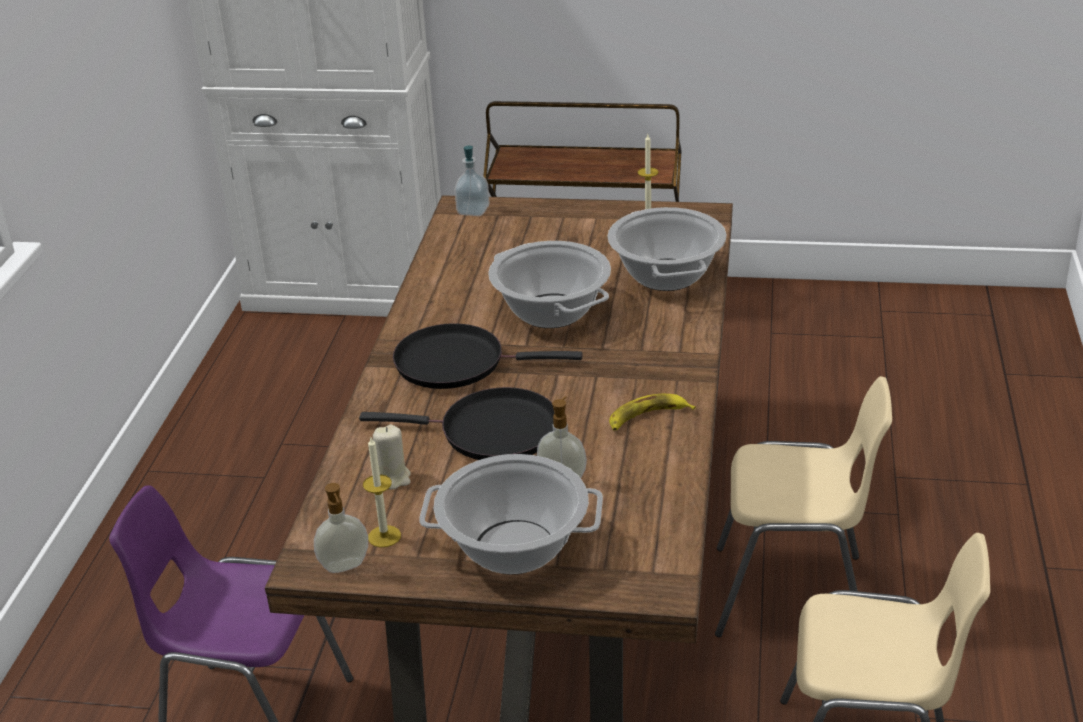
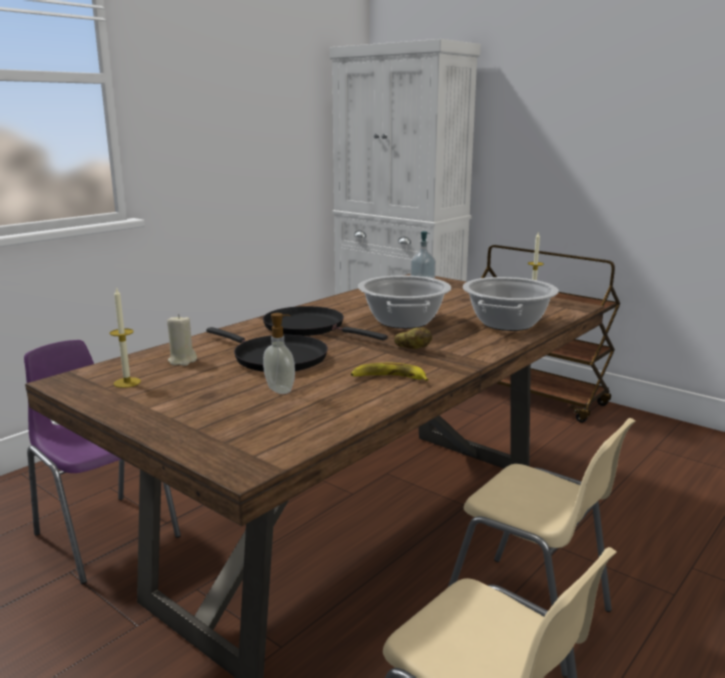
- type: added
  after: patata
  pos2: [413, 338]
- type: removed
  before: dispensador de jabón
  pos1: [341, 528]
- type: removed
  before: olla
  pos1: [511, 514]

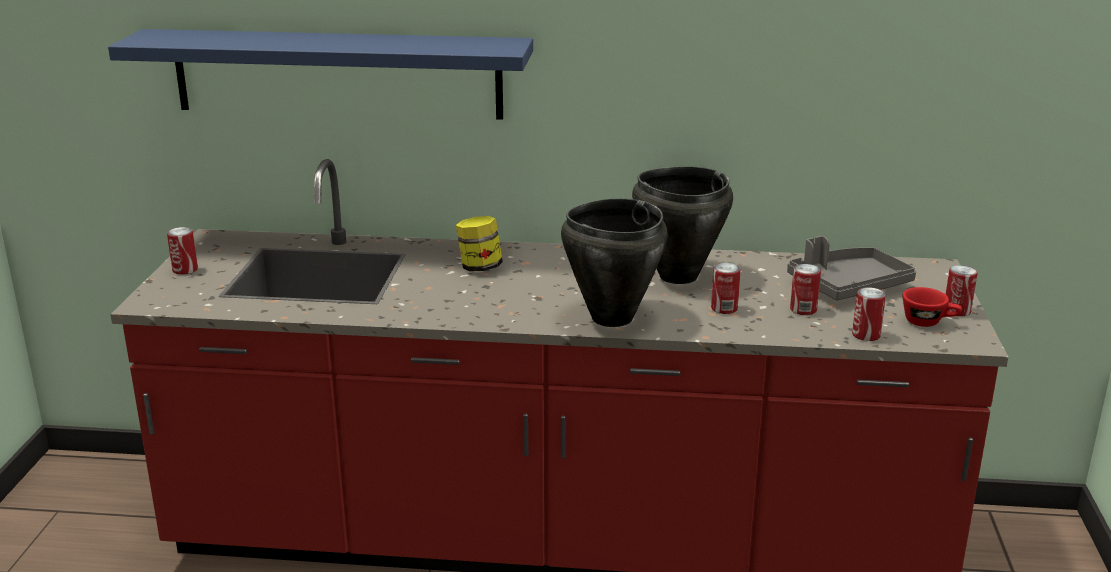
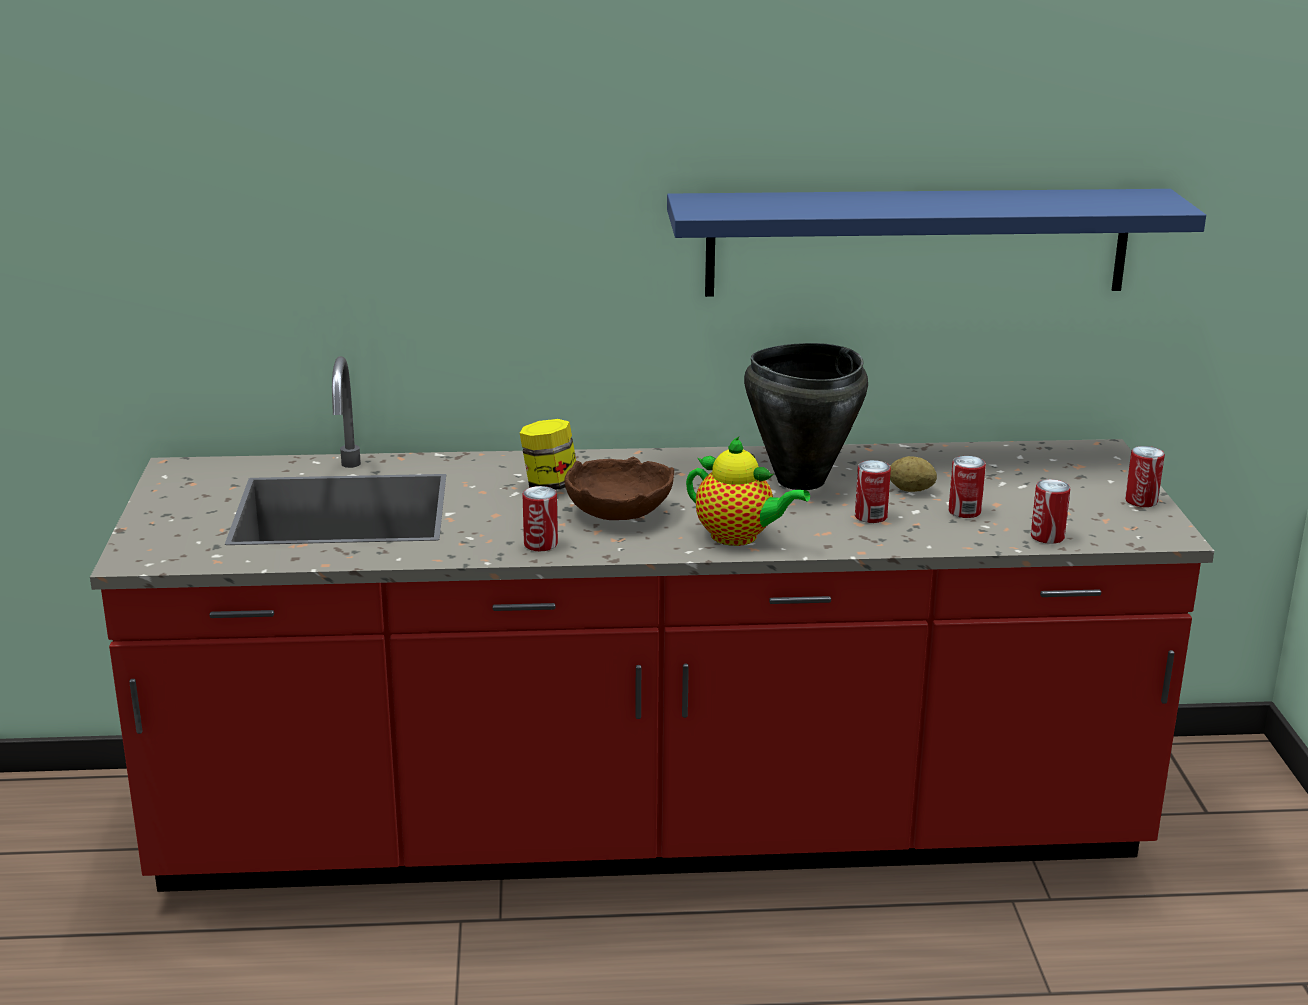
- type: moved
  before: lata
  pos1: [182, 251]
  pos2: [540, 518]
- type: added
  after: cuenco [marrón]
  pos2: [619, 488]
- type: moved
  before: estante [azul]
  pos1: [320, 74]
  pos2: [936, 243]
- type: replaced
  before: olla [negro]
  after: tetera
  pos1: [614, 262]
  pos2: [748, 491]
- type: added
  after: patata
  pos2: [913, 474]
- type: removed
  before: bandeja [gris]
  pos1: [851, 268]
- type: removed
  before: taza [rojo]
  pos1: [932, 307]

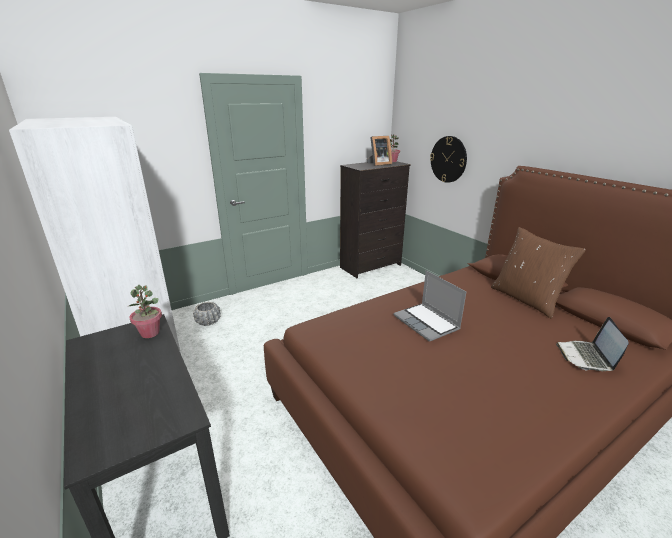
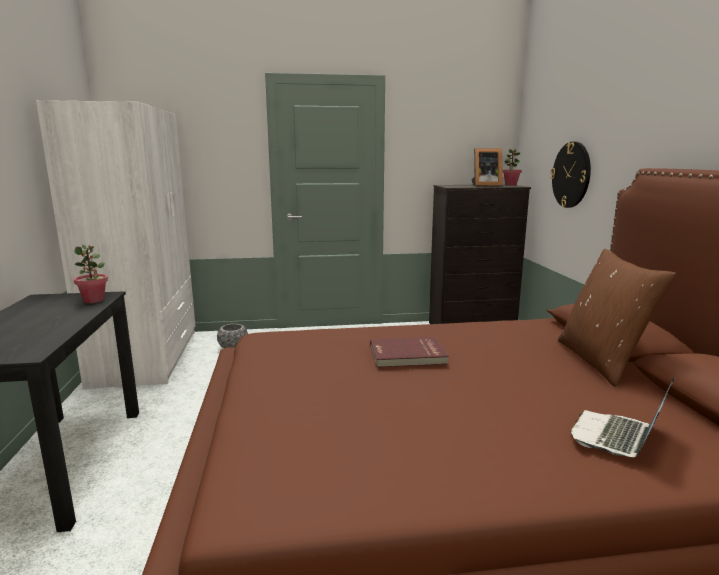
- type: replaced
  before: portátil
  after: libro [rojo]
  pos1: [429, 306]
  pos2: [409, 352]

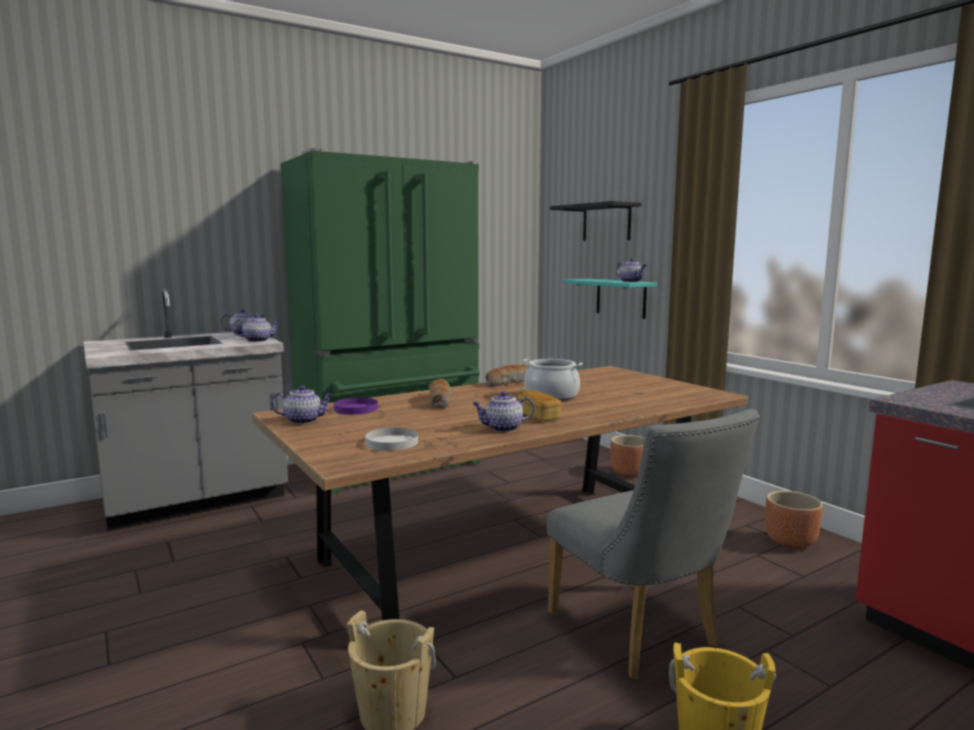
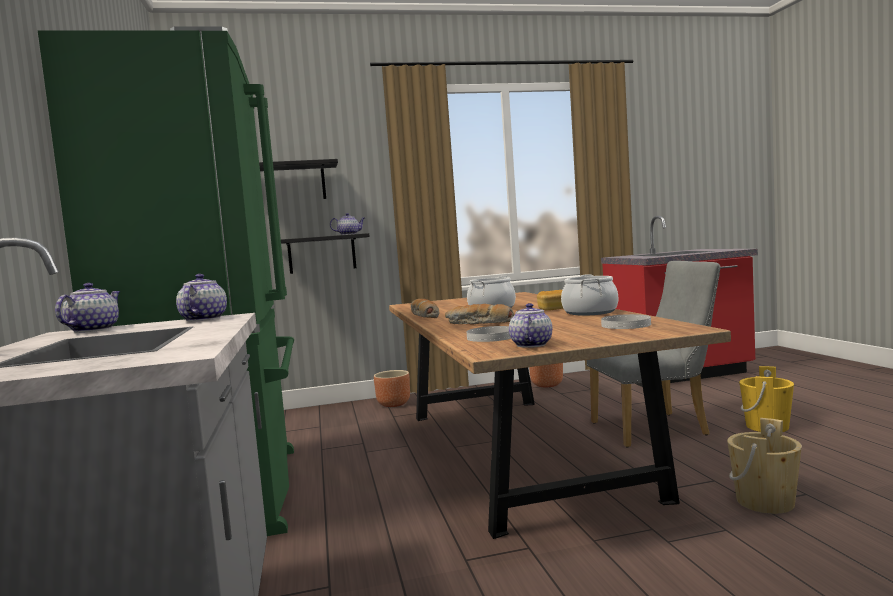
- type: recoloured
  before: estante [turquesa]
  after: estante [negro]
  pos1: [610, 299]
  pos2: [325, 253]
- type: recoloured
  before: plato [morado]
  after: plato [blanco]
  pos1: [356, 406]
  pos2: [488, 334]
- type: replaced
  before: tetera
  after: olla
  pos1: [503, 411]
  pos2: [589, 295]

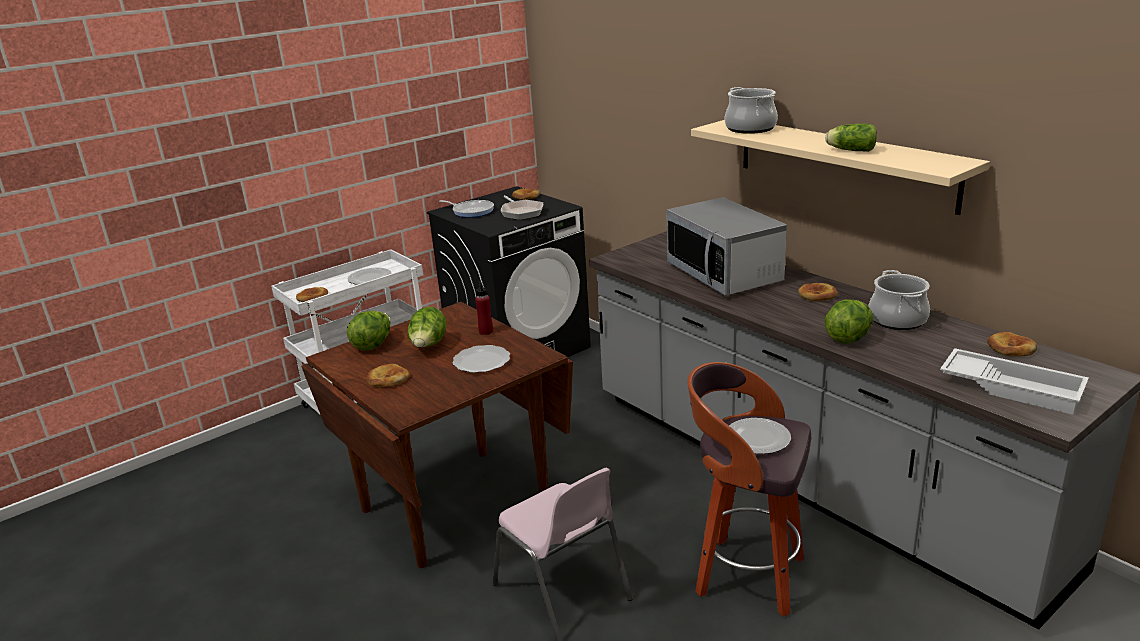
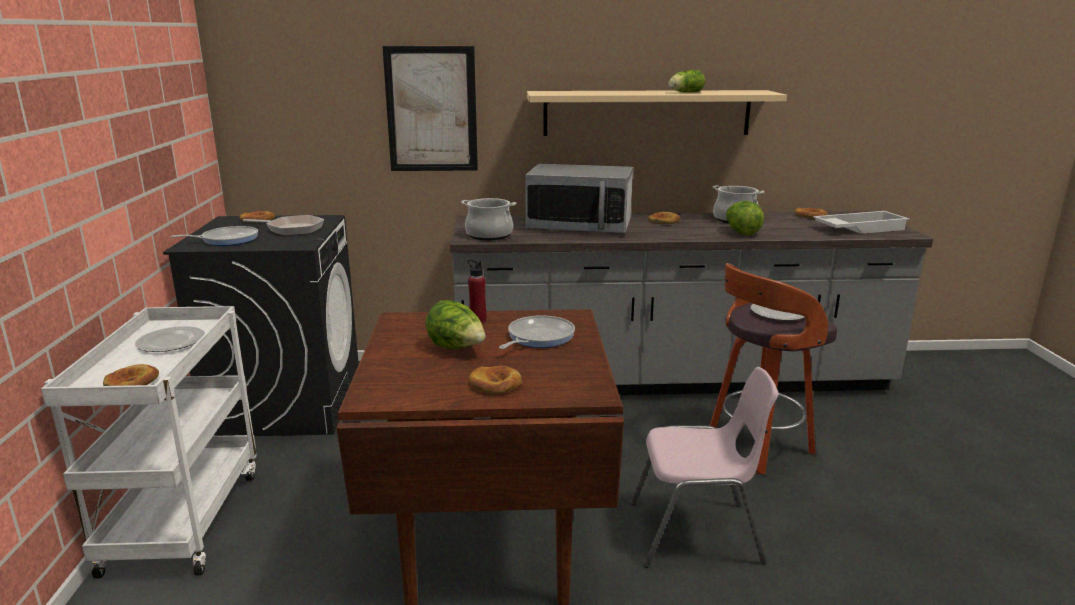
- type: added
  after: cuadro
  pos2: [430, 108]
- type: moved
  before: olla
  pos1: [751, 110]
  pos2: [488, 219]
- type: replaced
  before: plato
  after: sartén
  pos1: [481, 359]
  pos2: [537, 332]
- type: removed
  before: lechuga
  pos1: [368, 331]

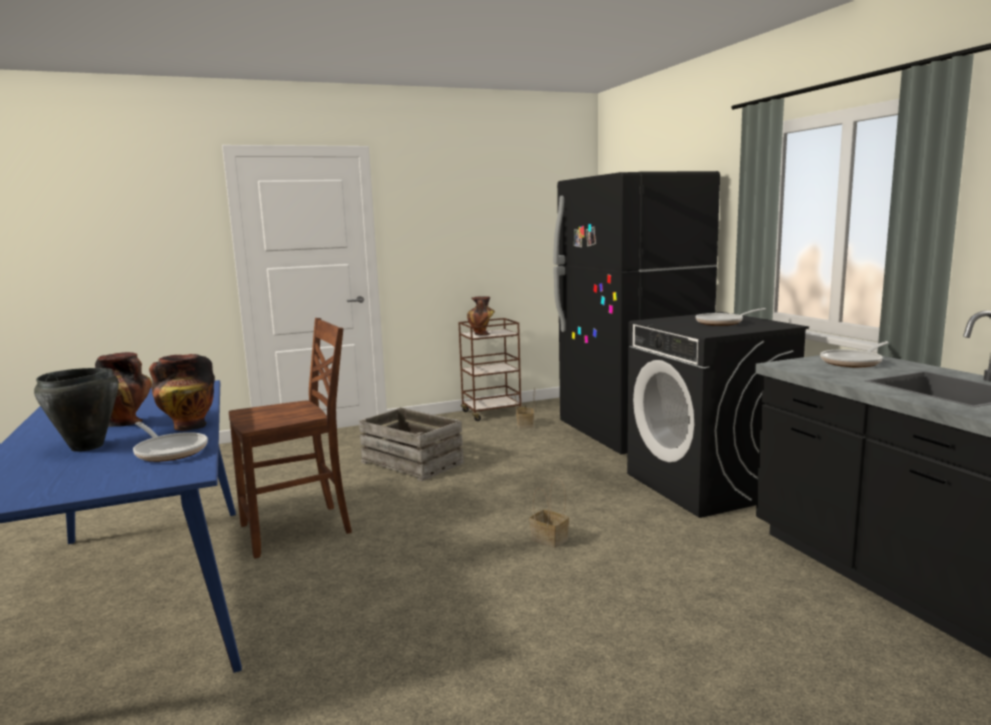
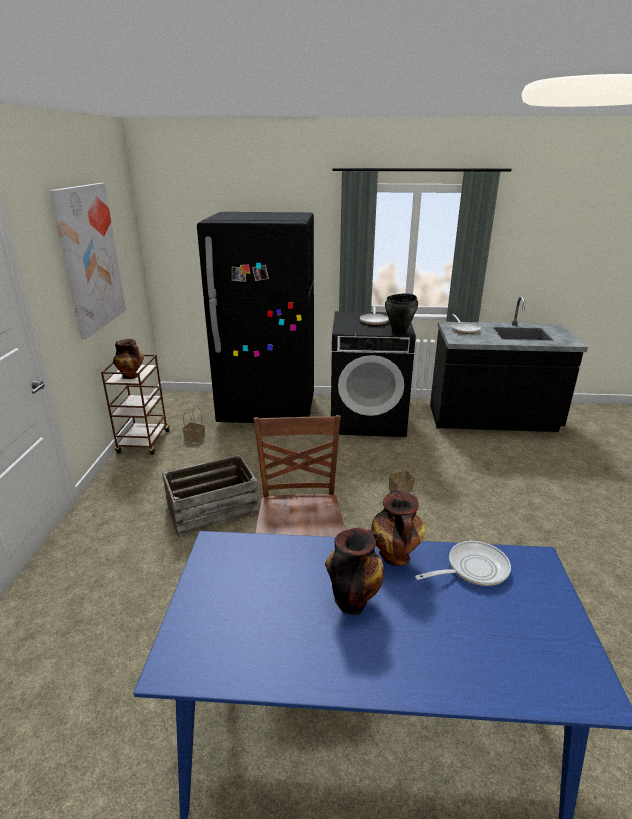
- type: added
  after: cuadro
  pos2: [87, 261]
- type: moved
  before: olla [negro]
  pos1: [76, 410]
  pos2: [401, 313]

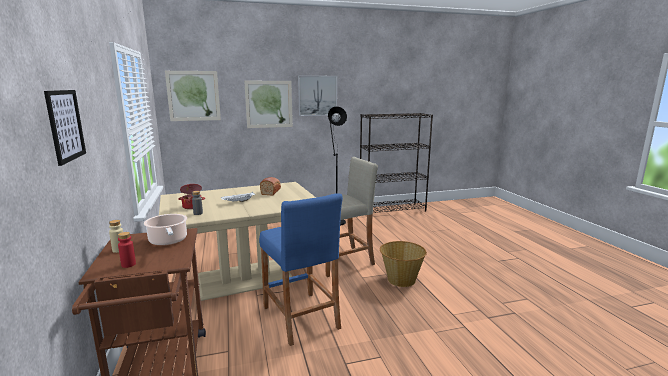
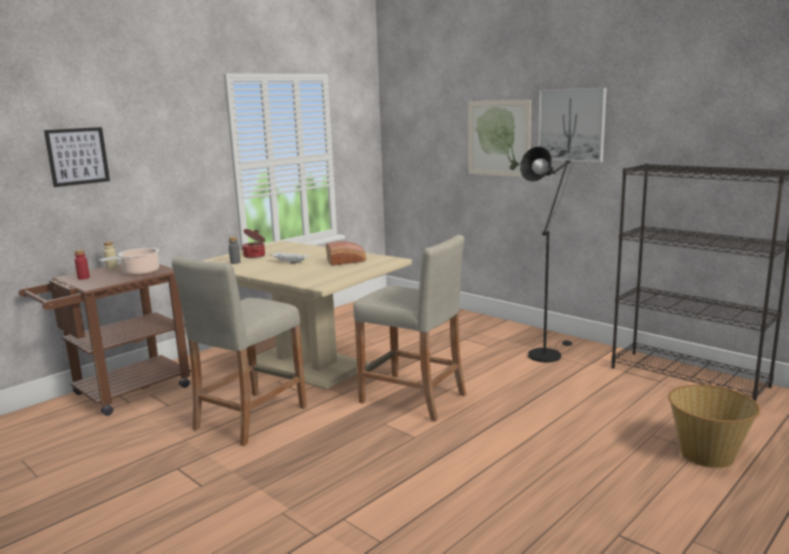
- type: recoloured
  before: taburete [azul]
  after: taburete [beis]
  pos1: [301, 269]
  pos2: [239, 351]
- type: moved
  before: cesta
  pos1: [403, 264]
  pos2: [714, 426]
- type: removed
  before: cuadro
  pos1: [193, 96]

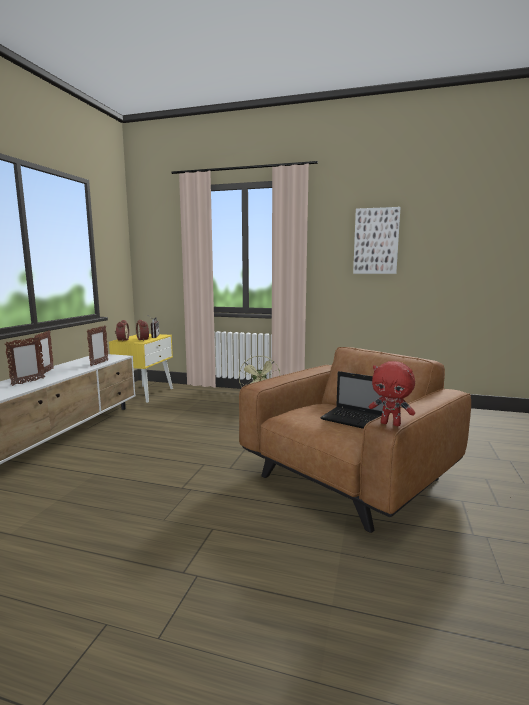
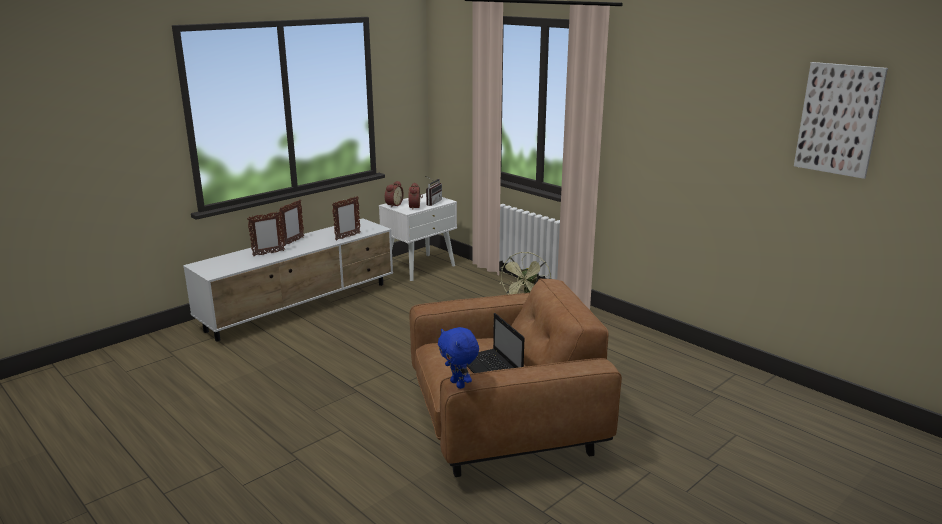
- type: recoloured
  before: mesita de noche [amarillo]
  after: mesita de noche [blanco]
  pos1: [141, 368]
  pos2: [418, 237]
- type: recoloured
  before: peluche [rojo]
  after: peluche [azul]
  pos1: [392, 393]
  pos2: [458, 358]
- type: moved
  before: cuadro
  pos1: [377, 240]
  pos2: [841, 120]

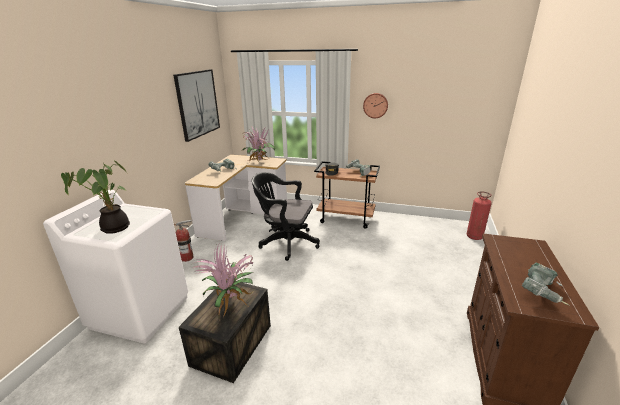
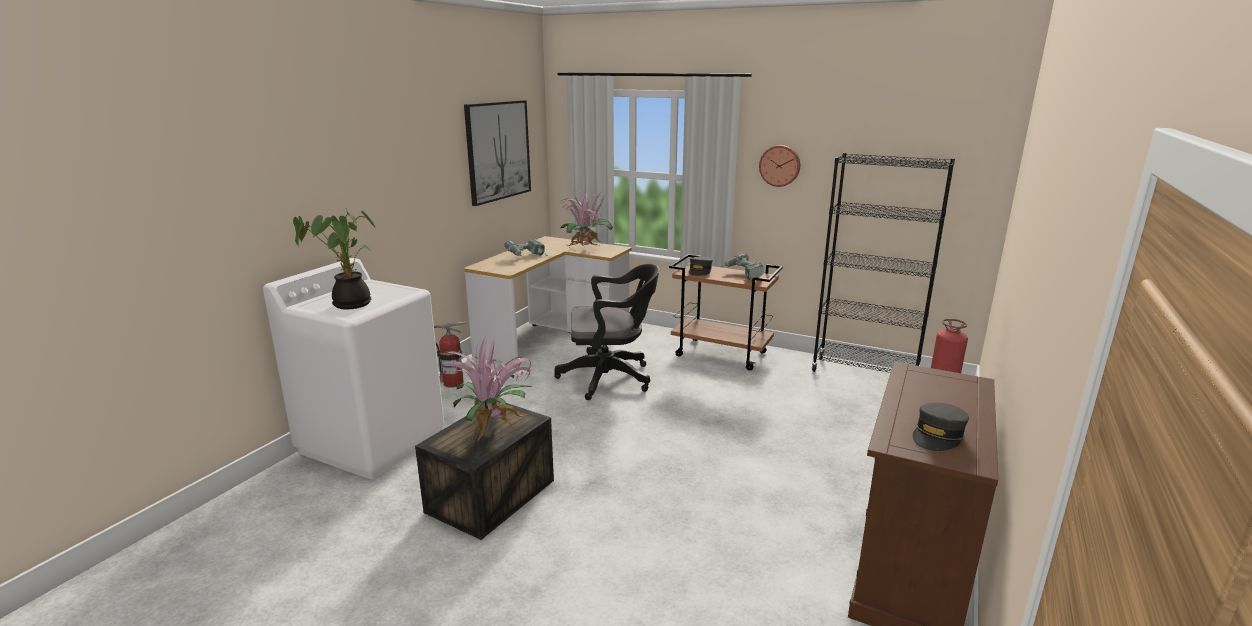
- type: turned
  before: silla de oficina [negro]
  pos1: [286, 216]
  pos2: [606, 332]
  turn: 150
- type: added
  after: estantería [negro]
  pos2: [883, 263]
- type: replaced
  before: taladro
  after: gorra [gris]
  pos1: [546, 284]
  pos2: [941, 427]

